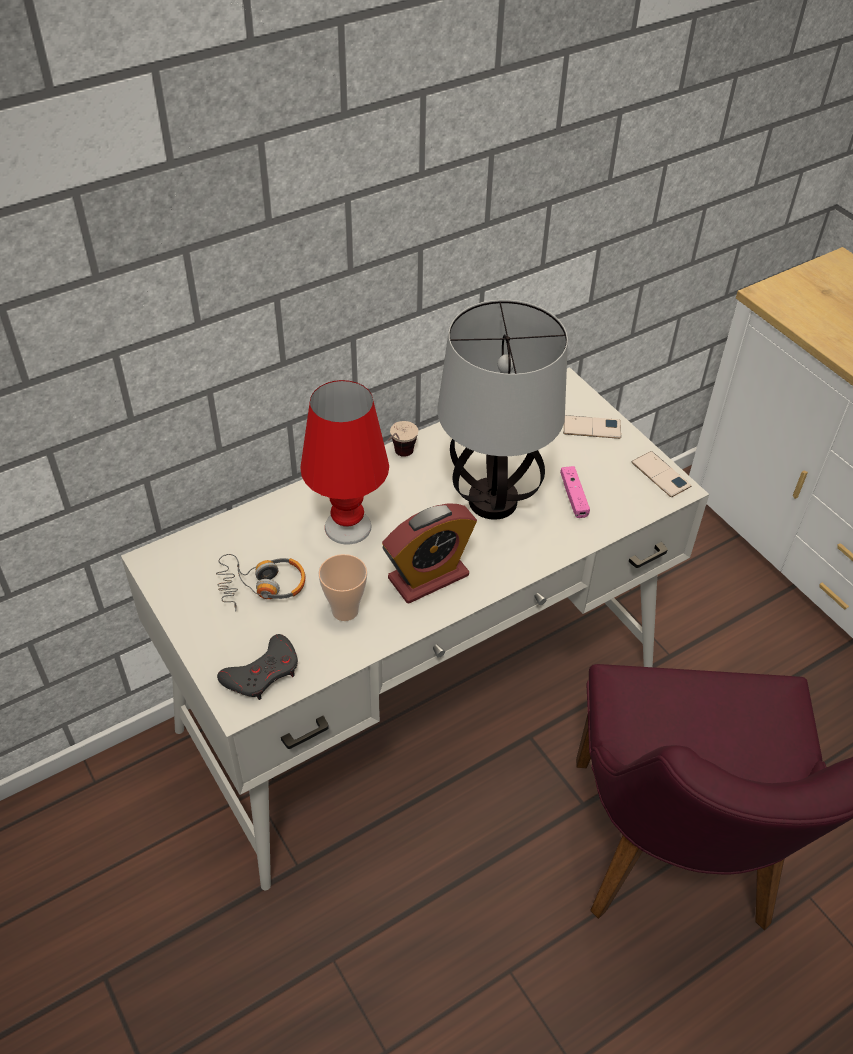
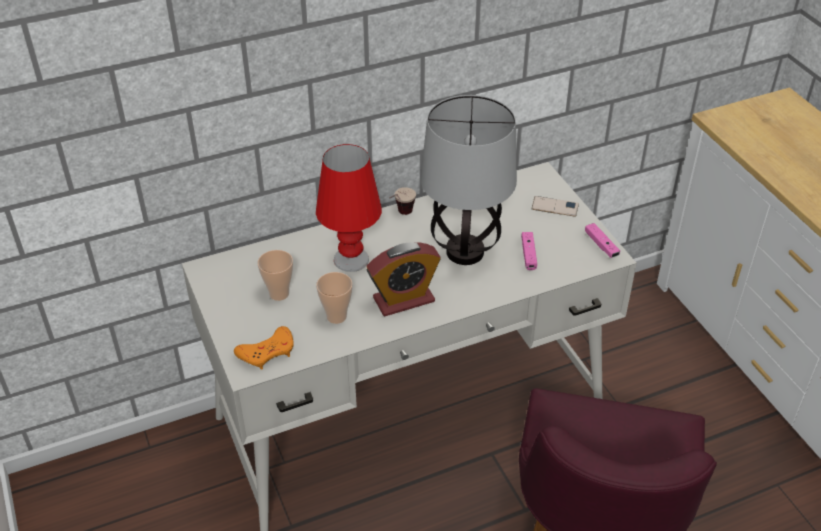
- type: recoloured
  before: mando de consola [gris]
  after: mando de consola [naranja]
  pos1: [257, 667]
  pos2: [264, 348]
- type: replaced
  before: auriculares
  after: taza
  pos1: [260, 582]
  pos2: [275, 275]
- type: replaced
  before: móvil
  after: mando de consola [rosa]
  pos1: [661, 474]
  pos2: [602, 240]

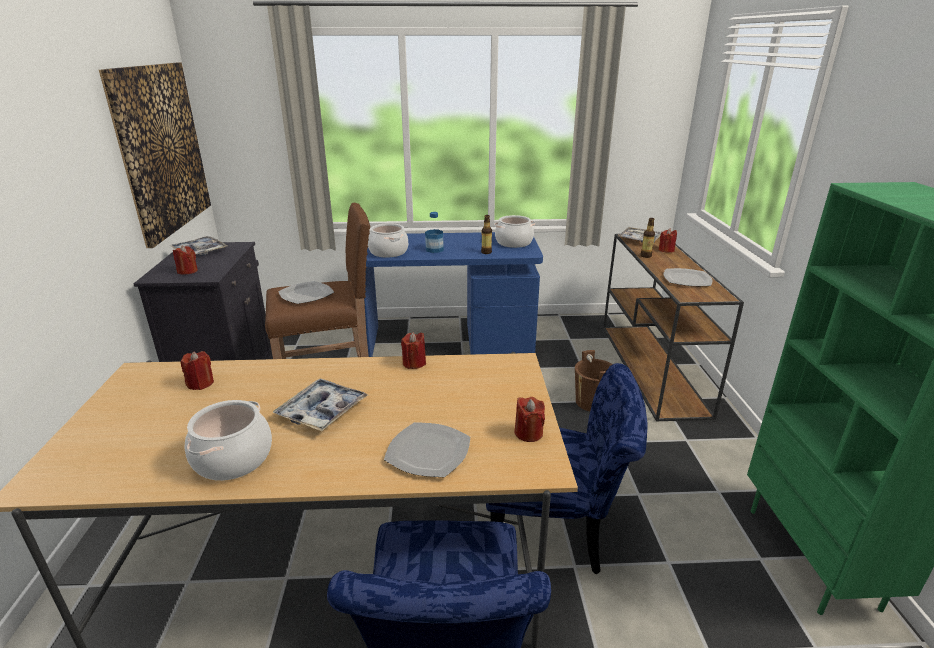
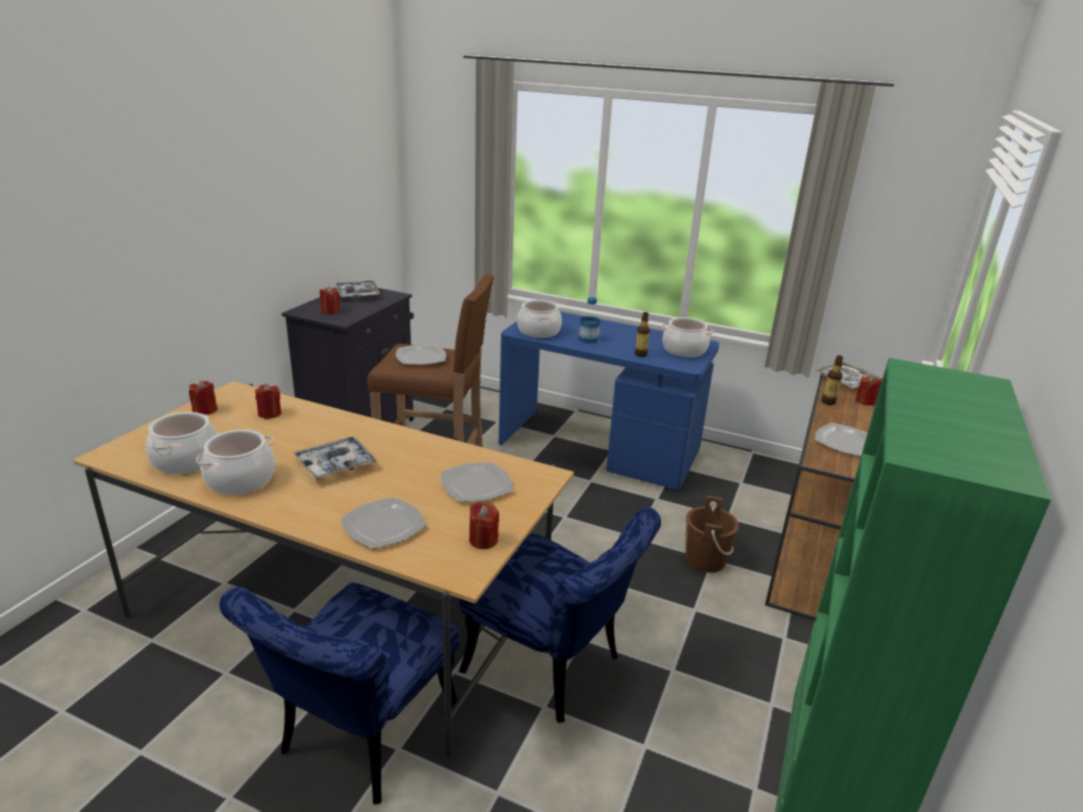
- type: added
  after: olla
  pos2: [182, 443]
- type: moved
  before: vela [rojo]
  pos1: [413, 350]
  pos2: [203, 397]
- type: added
  after: plato
  pos2: [477, 482]
- type: removed
  before: cuadro
  pos1: [155, 155]

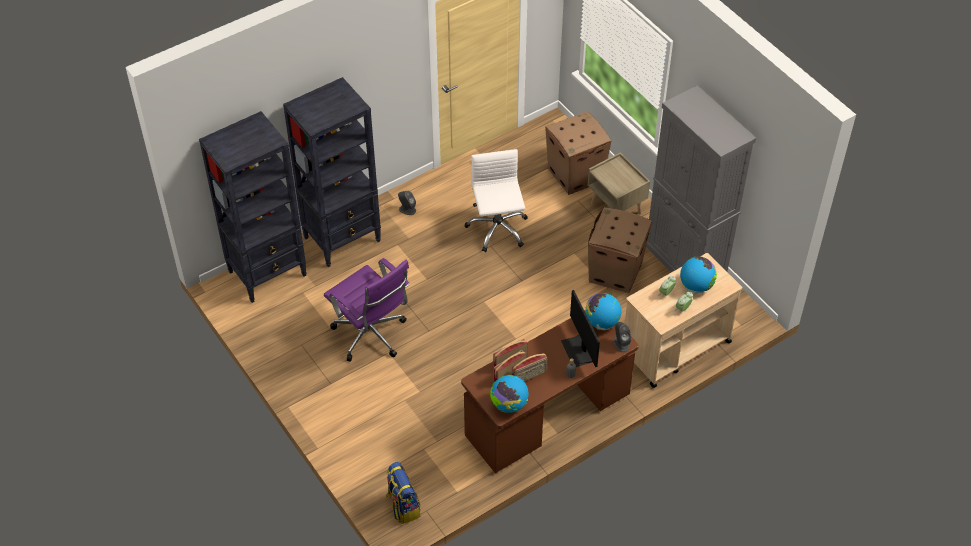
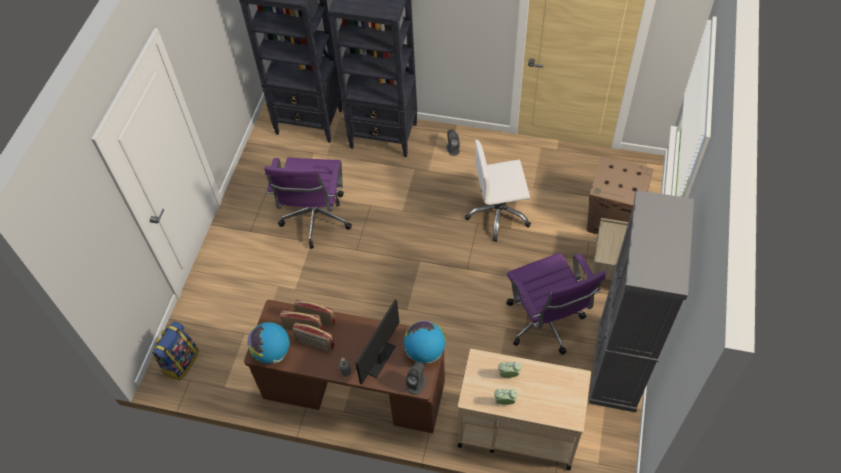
- type: turned
  before: silla de oficina [blanco]
  pos1: [496, 200]
  pos2: [498, 190]
  turn: -135
- type: replaced
  before: caja de cartón
  after: silla de oficina [morado]
  pos1: [620, 250]
  pos2: [556, 304]
- type: removed
  before: globo terráqueo
  pos1: [698, 275]

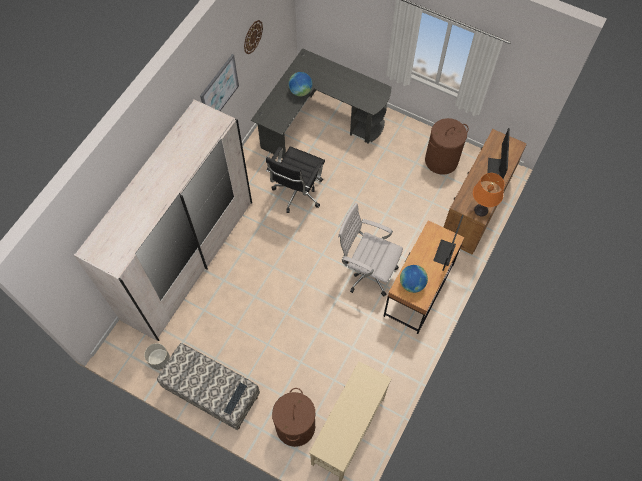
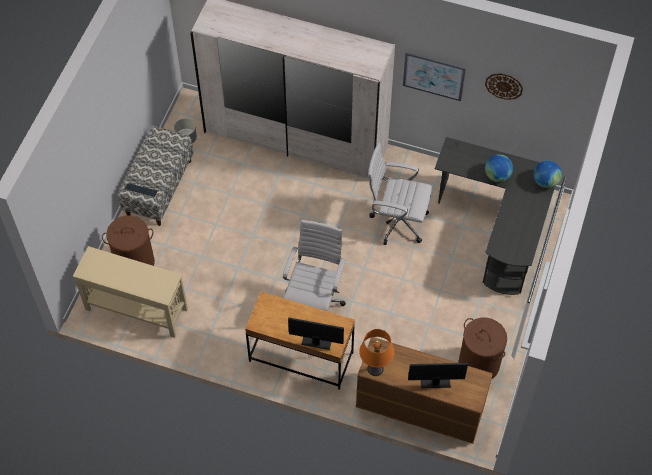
- type: recoloured
  before: silla de oficina [negro]
  after: silla de oficina [blanco]
  pos1: [295, 180]
  pos2: [399, 193]
- type: moved
  before: globo terráqueo
  pos1: [414, 279]
  pos2: [548, 174]

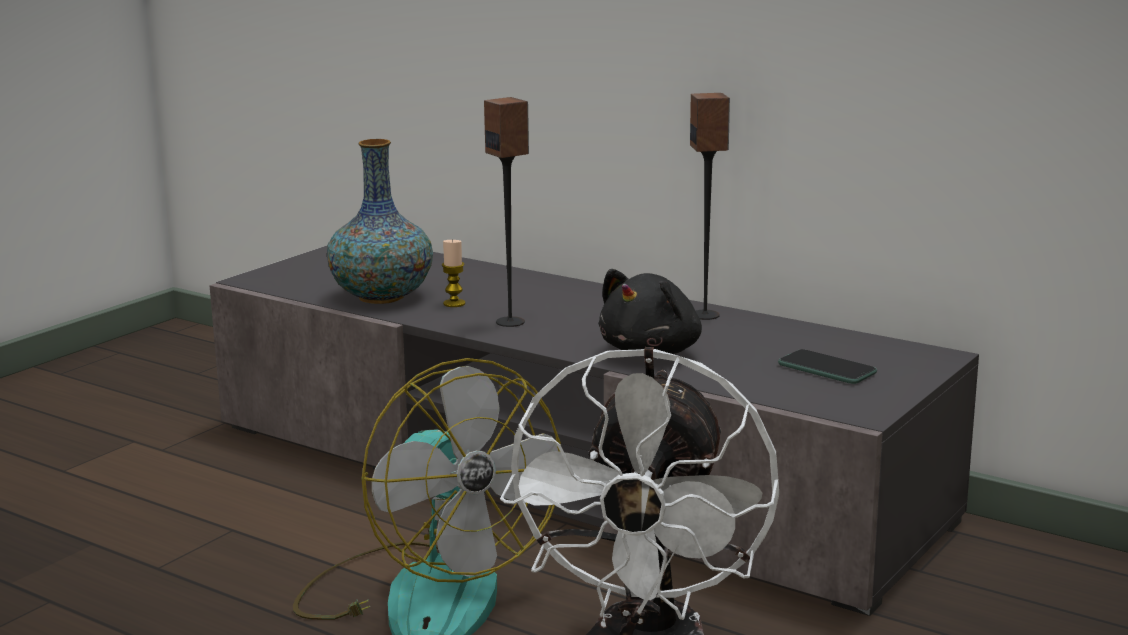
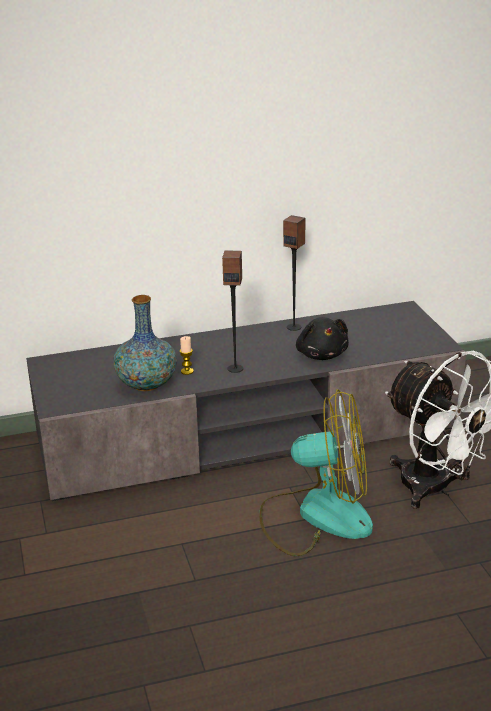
- type: removed
  before: móvil
  pos1: [827, 366]

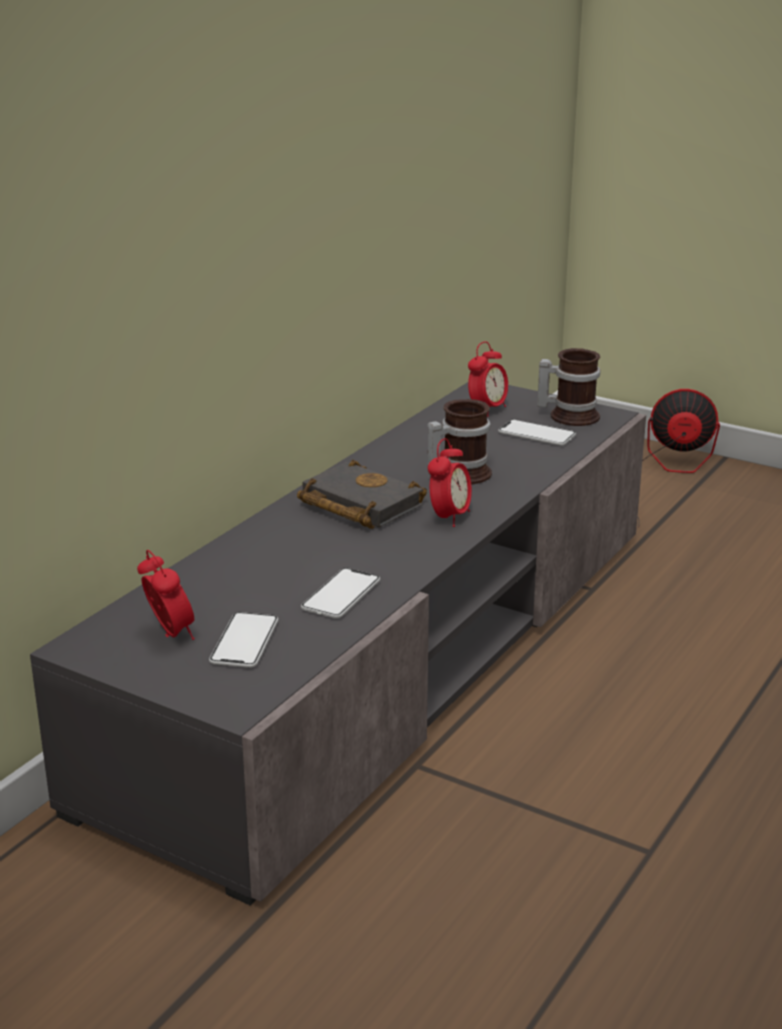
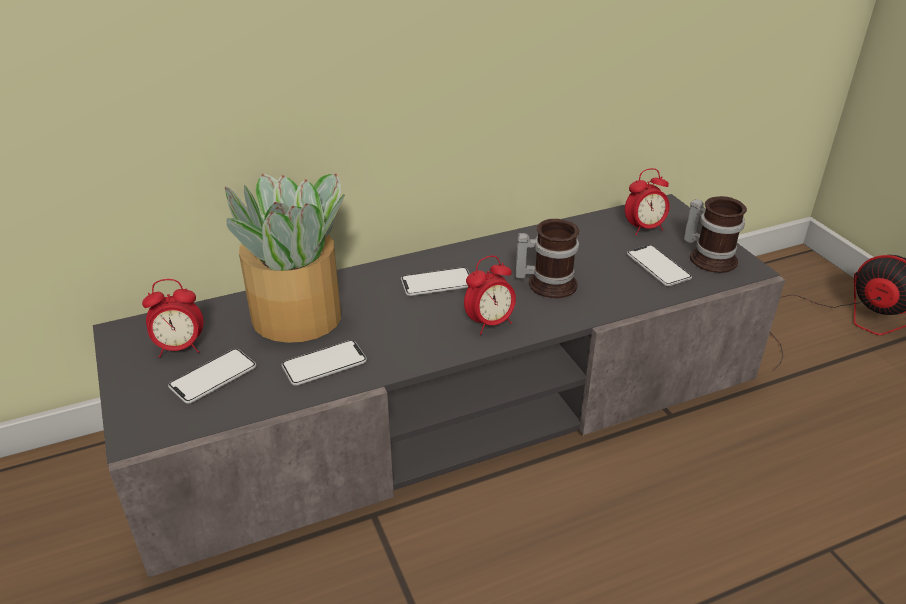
- type: turned
  before: despertador
  pos1: [166, 595]
  pos2: [173, 318]
  turn: 75
- type: added
  after: planta en maceta
  pos2: [285, 258]
- type: replaced
  before: libro [negro]
  after: móvil
  pos1: [362, 494]
  pos2: [435, 281]

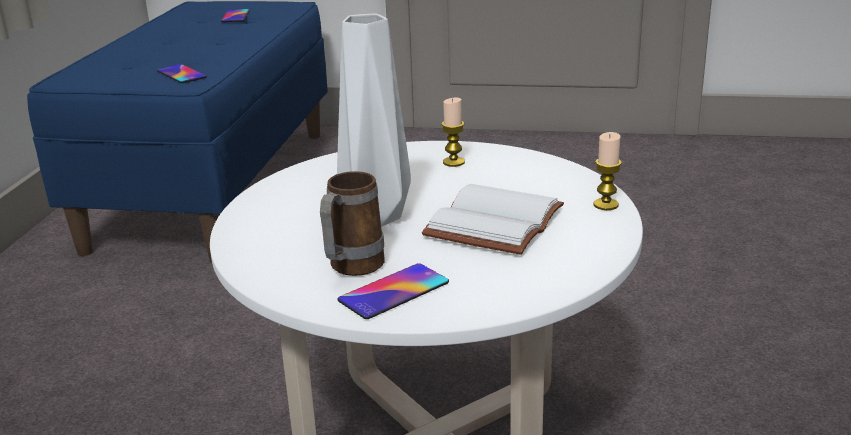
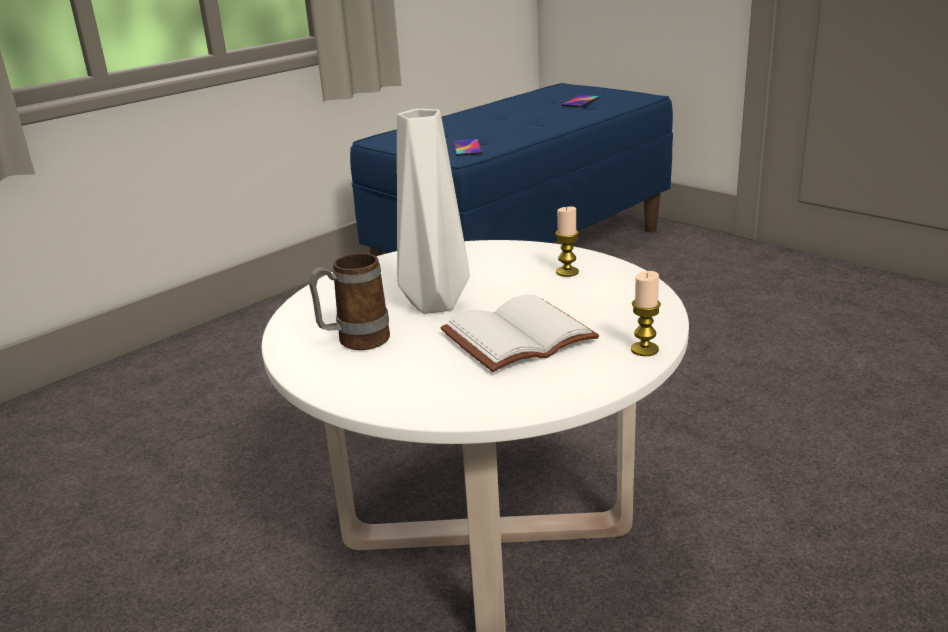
- type: removed
  before: móvil
  pos1: [393, 291]

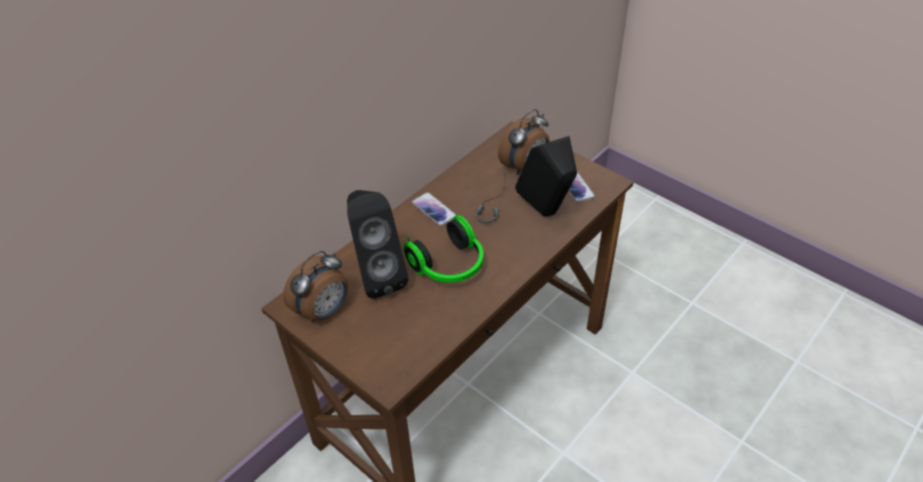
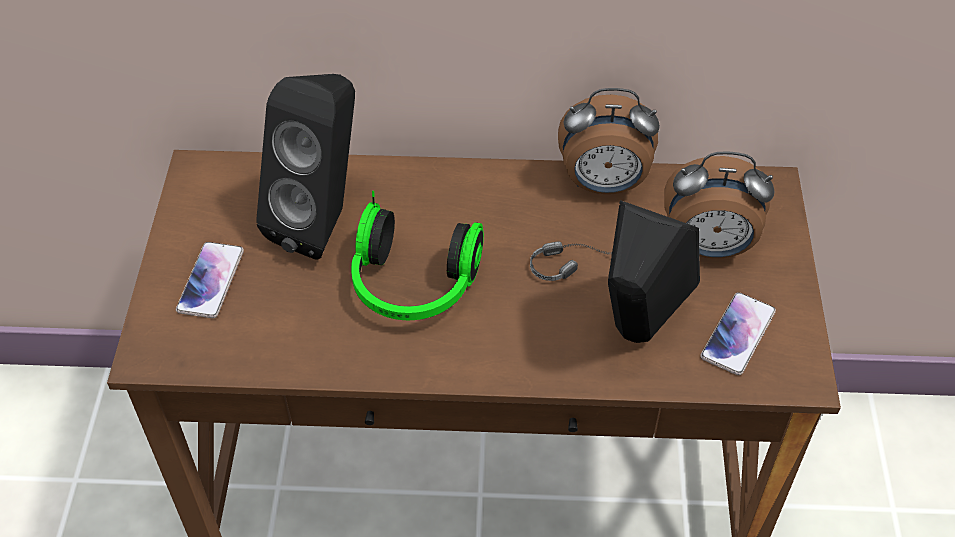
- type: moved
  before: móvil
  pos1: [434, 209]
  pos2: [210, 280]
- type: moved
  before: despertador
  pos1: [315, 287]
  pos2: [609, 141]

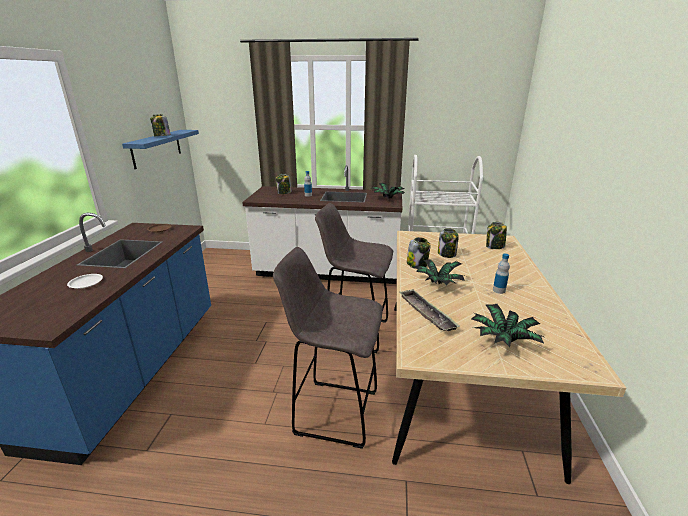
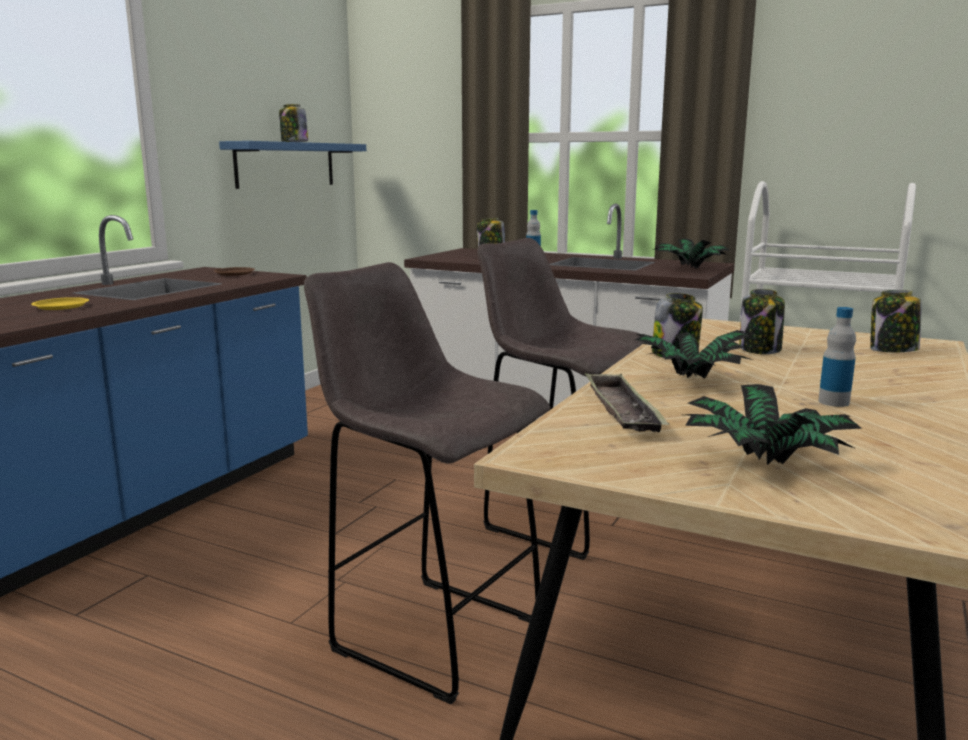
- type: recoloured
  before: plato [blanco]
  after: plato [amarillo]
  pos1: [85, 281]
  pos2: [60, 303]

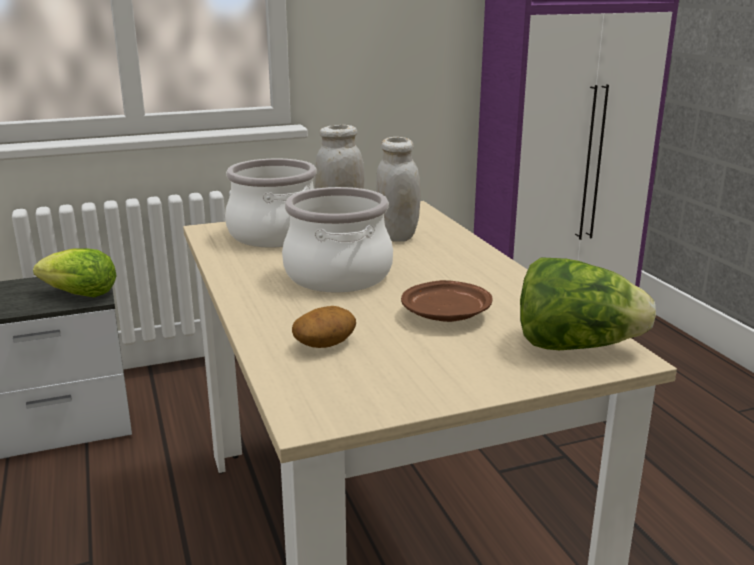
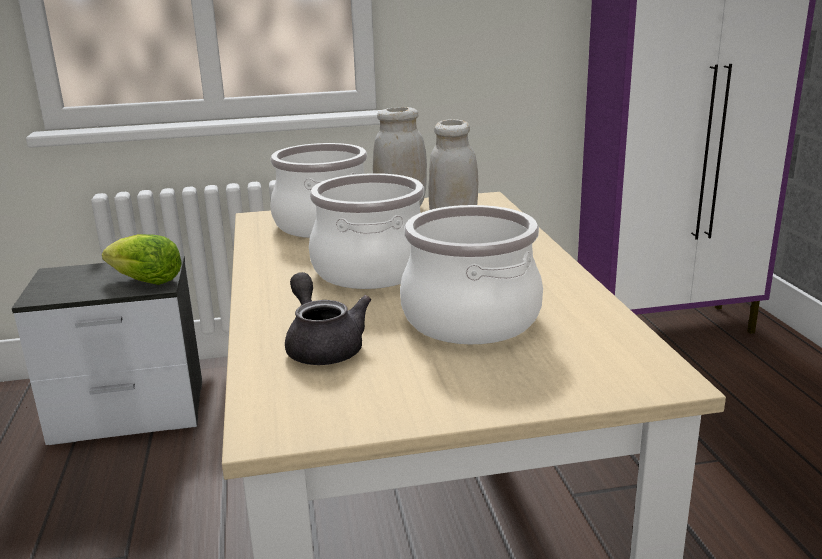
- type: replaced
  before: patata
  after: tetera [gris]
  pos1: [324, 327]
  pos2: [328, 318]
- type: replaced
  before: plato [marrón]
  after: olla
  pos1: [446, 301]
  pos2: [471, 274]
- type: removed
  before: lechuga
  pos1: [588, 303]

